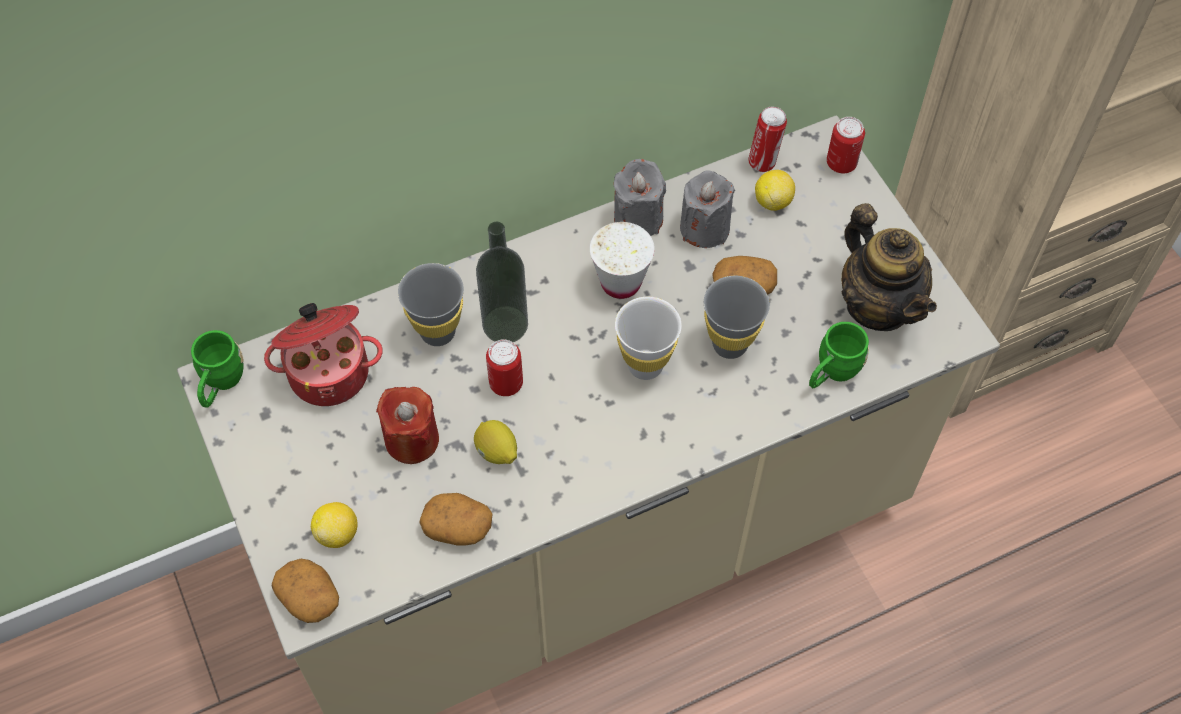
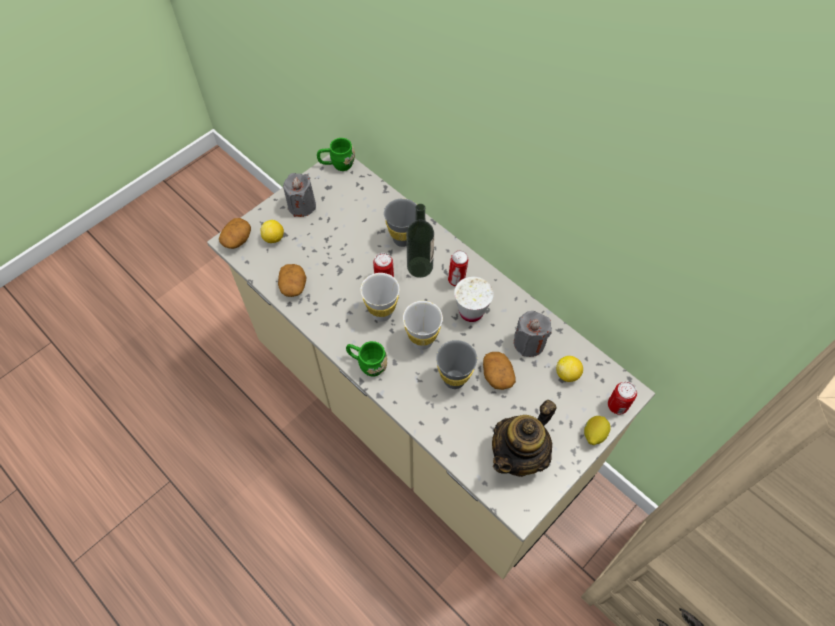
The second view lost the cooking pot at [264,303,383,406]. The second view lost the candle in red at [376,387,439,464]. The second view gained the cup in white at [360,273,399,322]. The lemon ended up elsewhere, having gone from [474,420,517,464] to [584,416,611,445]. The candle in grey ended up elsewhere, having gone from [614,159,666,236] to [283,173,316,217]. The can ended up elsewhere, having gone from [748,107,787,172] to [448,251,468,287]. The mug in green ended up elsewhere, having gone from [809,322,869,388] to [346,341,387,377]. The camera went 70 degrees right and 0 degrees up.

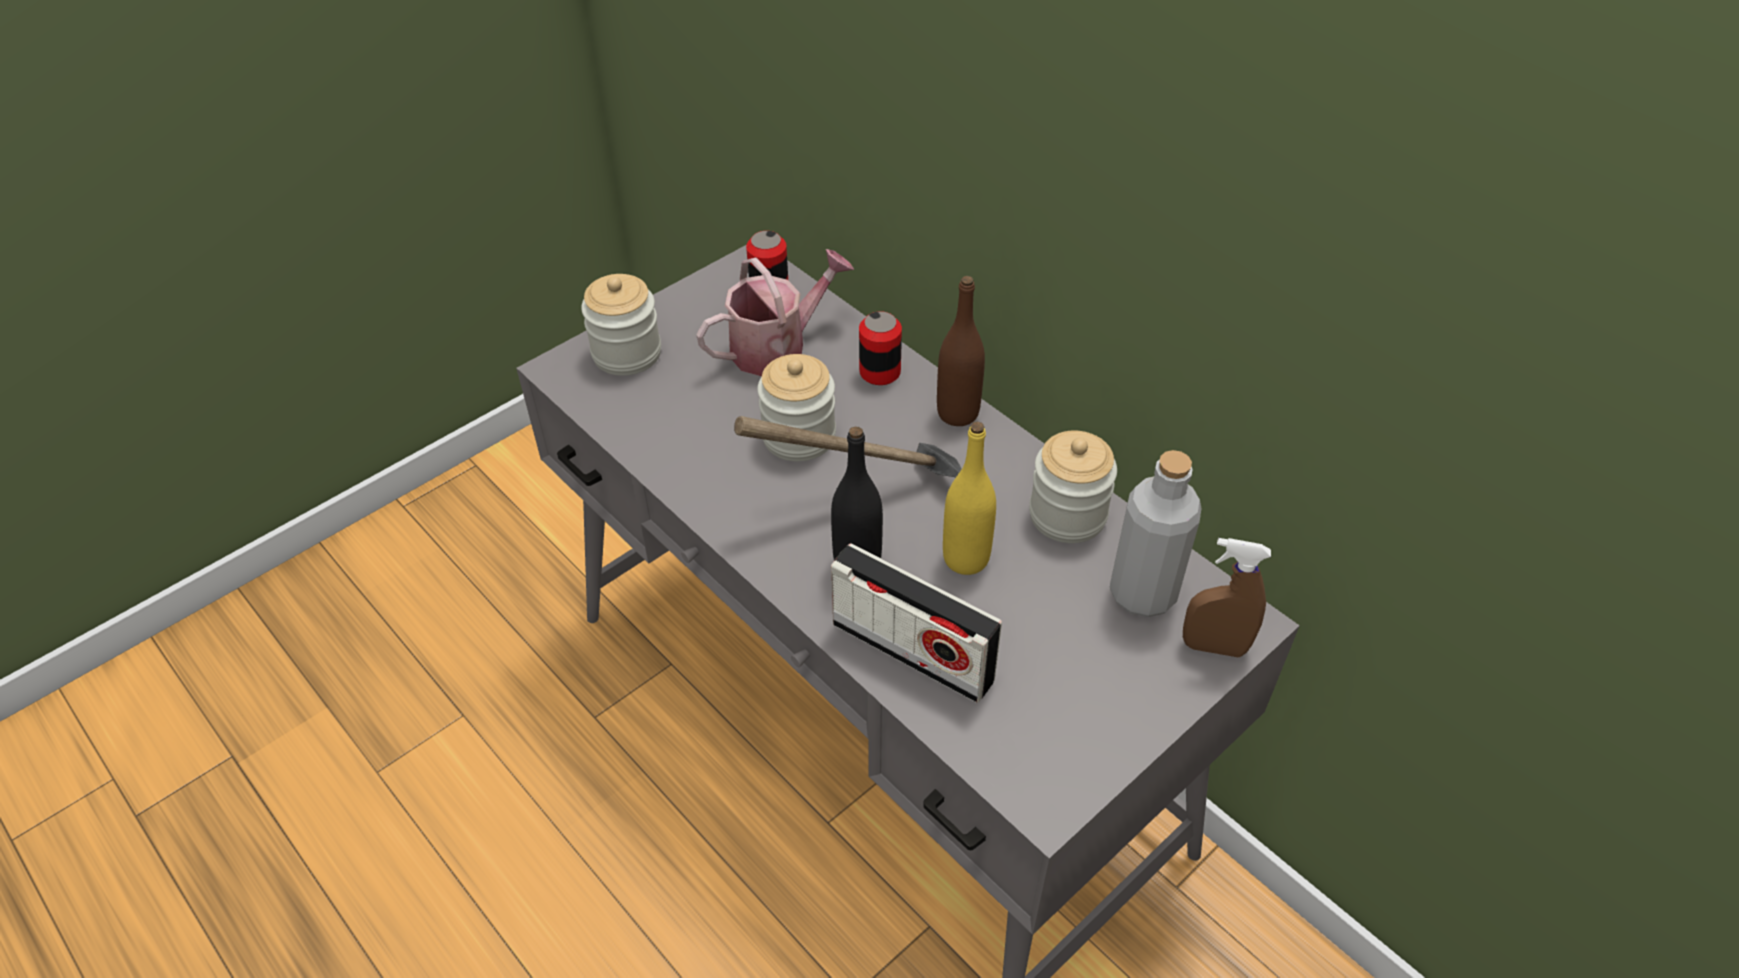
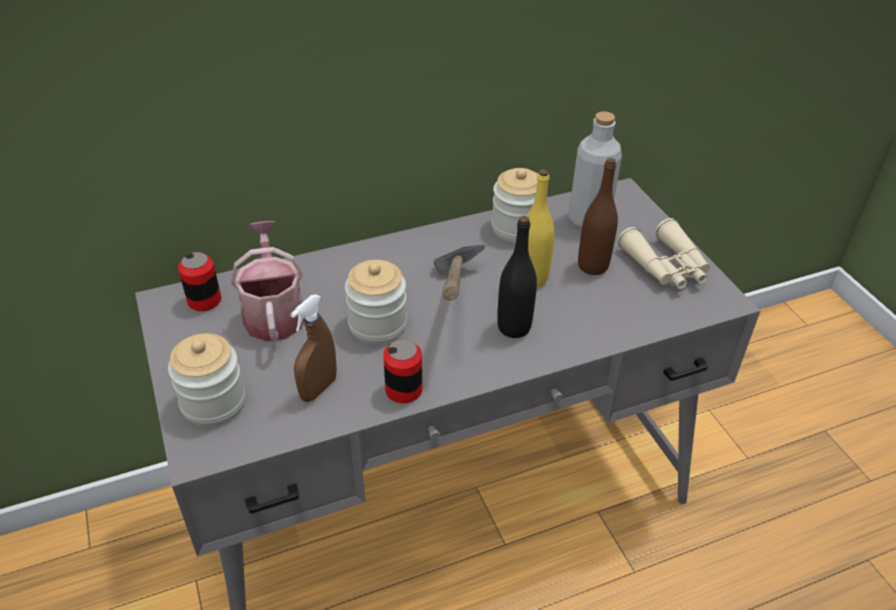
The second view lost the radio at [831,543,1002,703]. The second view gained the binoculars in beige at [618,218,710,289]. The can ended up elsewhere, having gone from [859,311,902,385] to [383,339,422,403]. The bottle in brown ended up elsewhere, having gone from [937,276,985,426] to [578,158,618,275]. The spray bottle in brown ended up elsewhere, having gone from [1183,538,1271,657] to [291,295,337,402]. The camera went 70 degrees left and 5 degrees down.

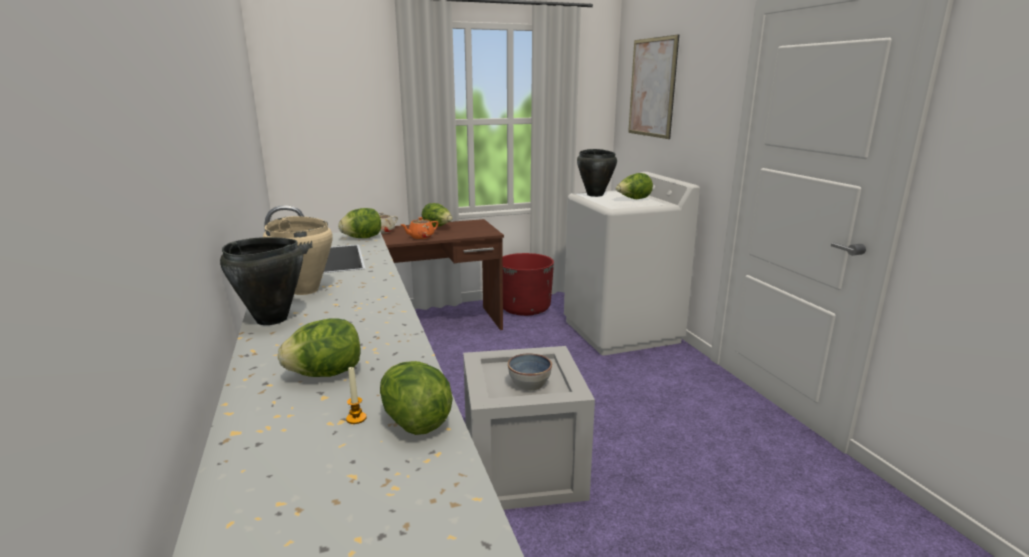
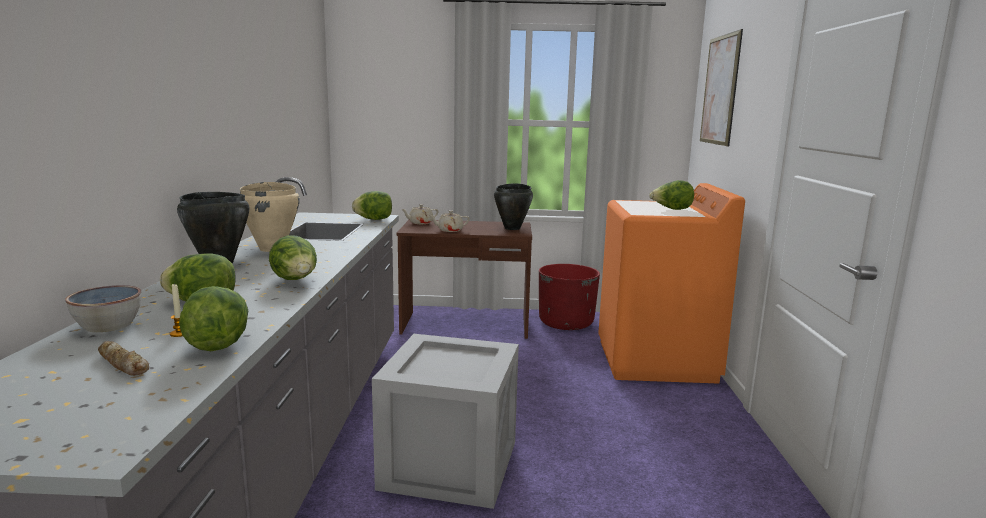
The second view gained the bread at [98,341,149,376]. The lettuce ended up elsewhere, having gone from [422,203,453,227] to [269,235,317,280]. The bowl ended up elsewhere, having gone from [508,353,552,391] to [65,285,141,332]. The cooking pot in black ended up elsewhere, having gone from [577,149,617,197] to [494,183,533,230]. What was the teapot in orange at [401,217,438,239] turned into the teapot in beige at [429,210,470,232]. What was the washing machine in white at [564,172,700,355] turned into the washing machine in orange at [598,183,745,384]. The camera went 20 degrees right and 5 degrees down.

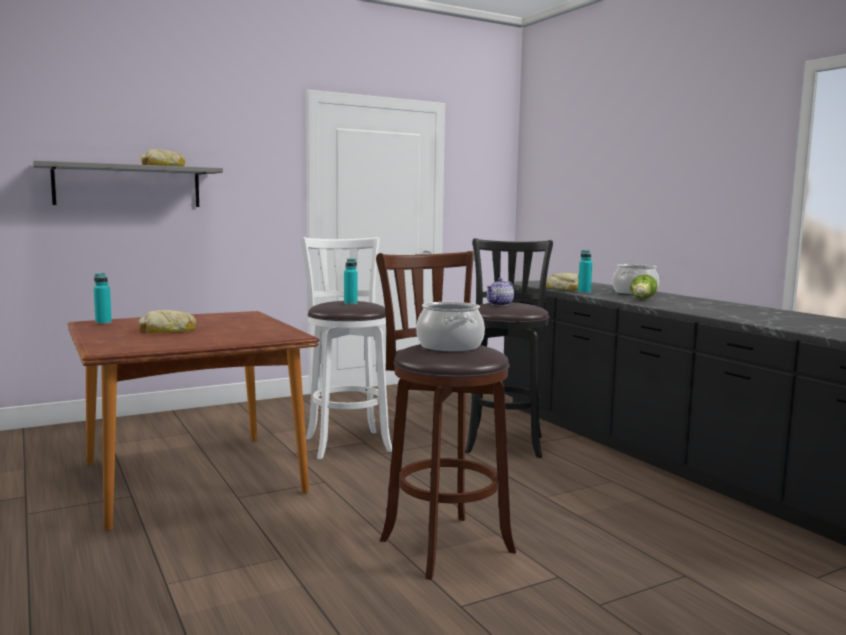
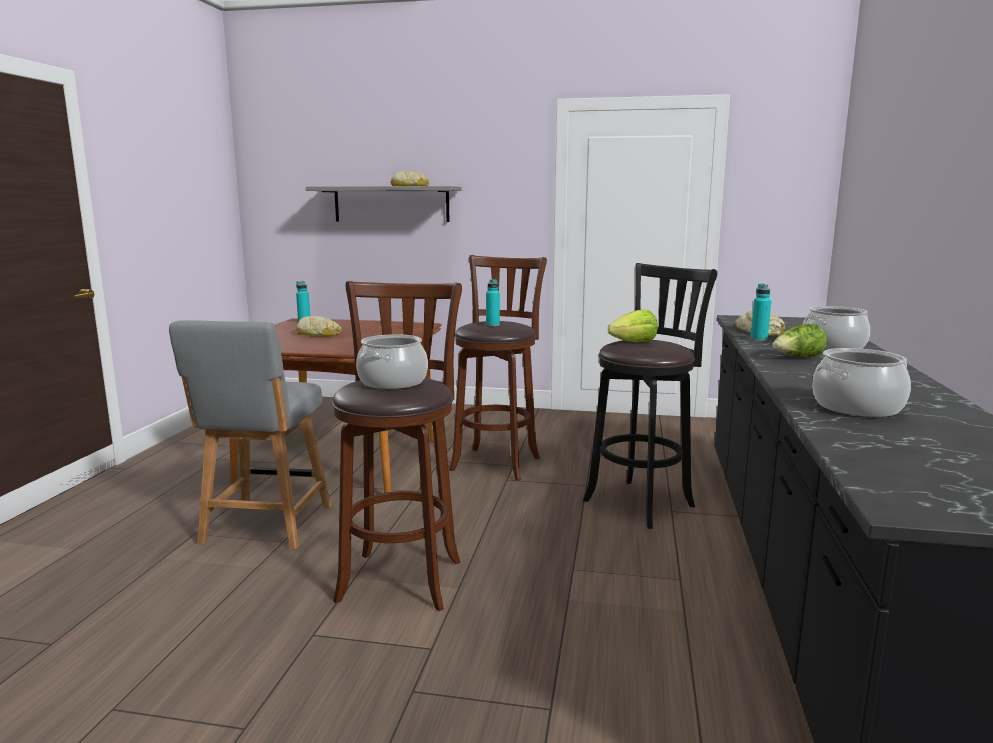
The second view gained the chair in grey at [169,320,331,549]. The second view gained the cooking pot at [812,348,911,417]. Where the teapot stood at [487,278,514,306], the lettuce came to stand at [608,310,658,342]. What was the stool in white at [300,237,392,459] turned into the stool in brown at [449,255,547,481]. The camera went 40 degrees right and 5 degrees up.

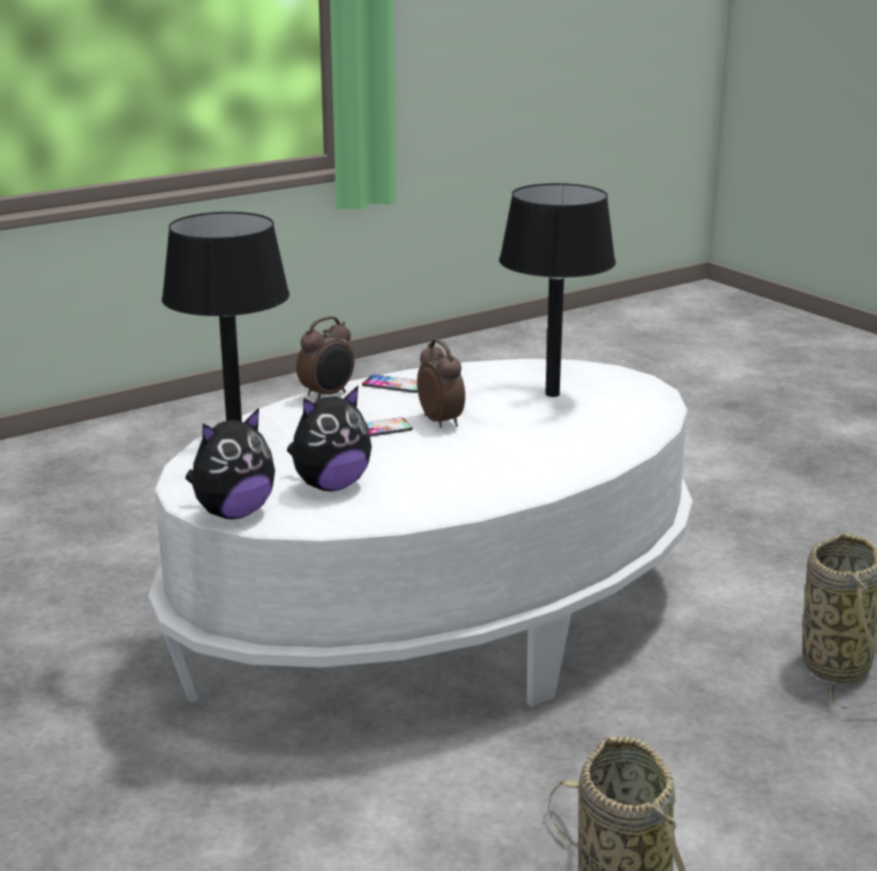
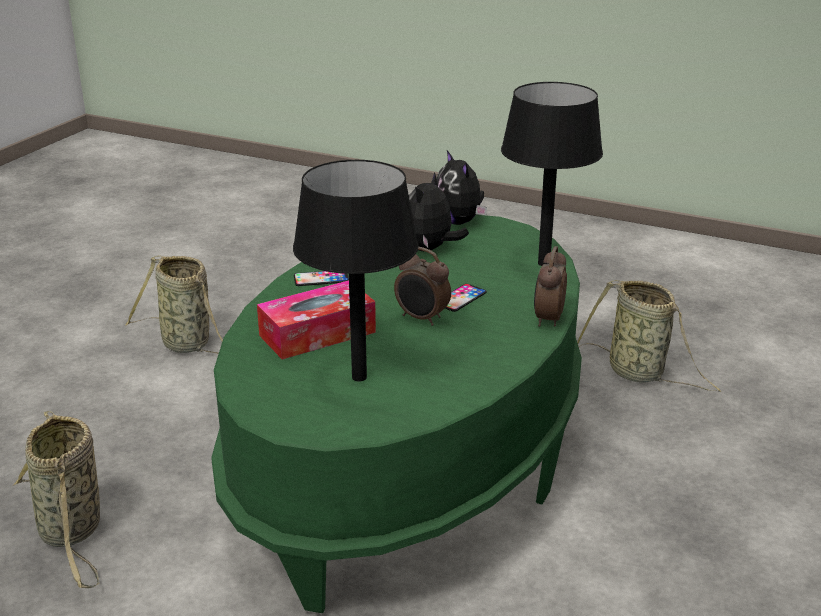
The second view gained the tissue box at [257,280,376,359]. The second view gained the basket at [577,280,721,392]. The phone ended up elsewhere, having gone from [362,375,418,393] to [294,271,349,286]. What was the coffee table in white at [148,359,693,707] turned into the coffee table in green at [211,215,582,613]. The plush toy at [185,408,275,519] ended up facing another way, 45 degrees counterclockwise from before. The camera went 150 degrees right and 5 degrees up.

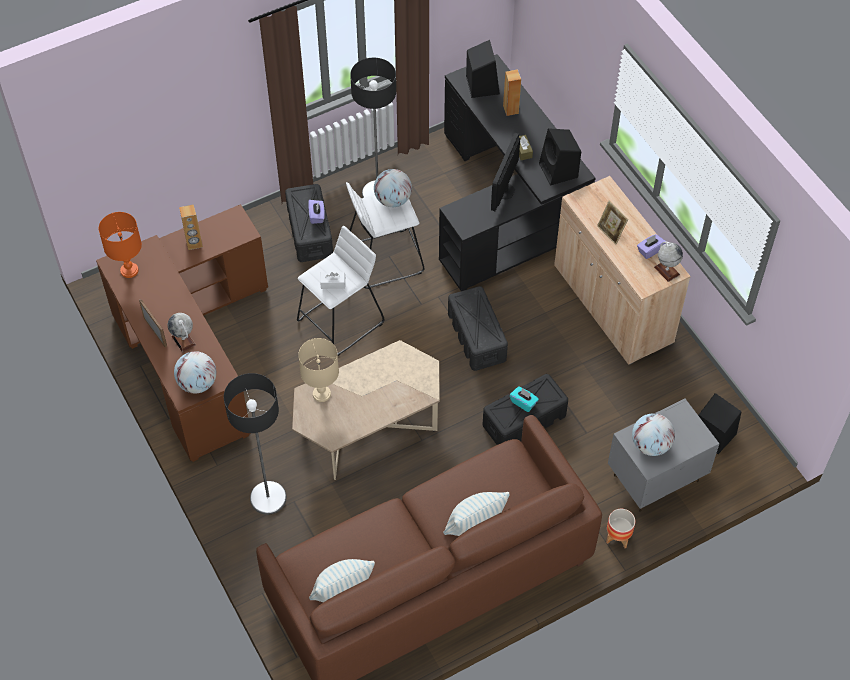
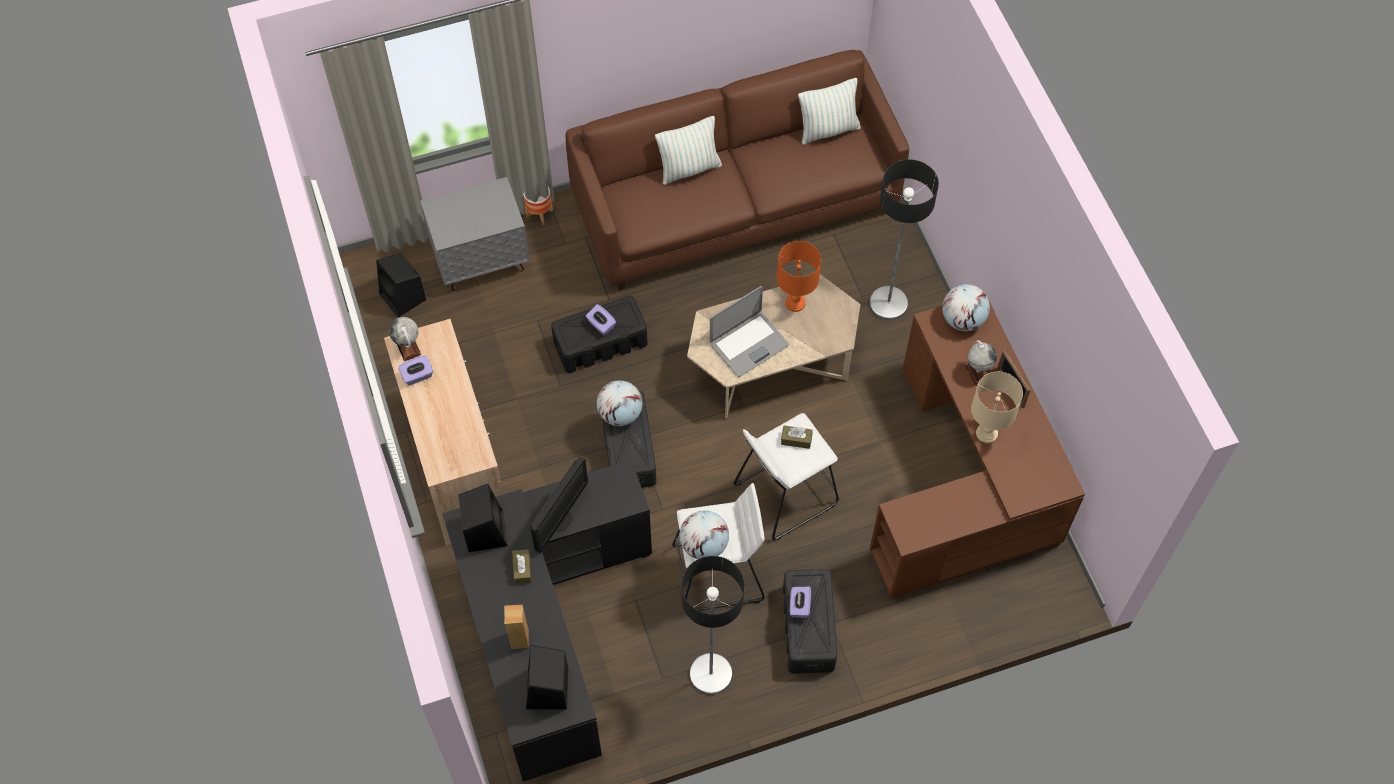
The second view lost the speaker in brown at [179,204,203,250]. The second view lost the picture frame at [597,201,628,244]. The second view gained the laptop at [710,286,789,377]. The table lamp in orange ended up elsewhere, having gone from [99,212,142,278] to [777,241,821,312]. The table lamp in beige ended up elsewhere, having gone from [298,338,339,402] to [971,372,1023,443]. The globe ended up elsewhere, having gone from [632,413,675,456] to [597,380,642,426]. What was the tissue box in white at [320,272,345,289] turned into the tissue box in brown at [781,426,813,449]. What was the tissue box in turquoise at [510,386,539,412] turned into the tissue box in purple at [586,304,616,335]. The camera went 170 degrees left and 5 degrees up.

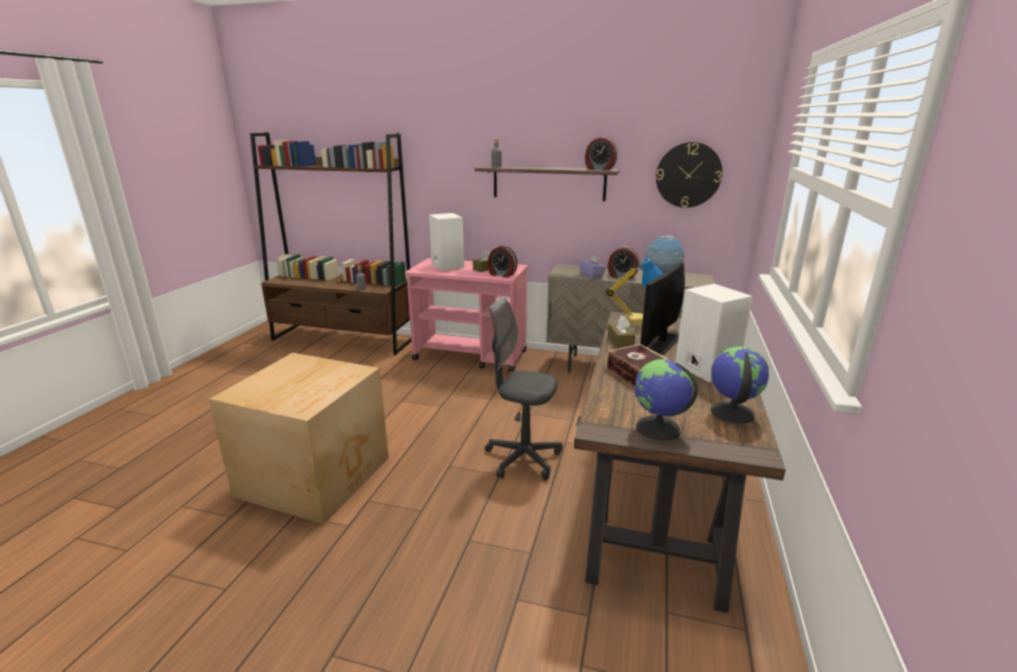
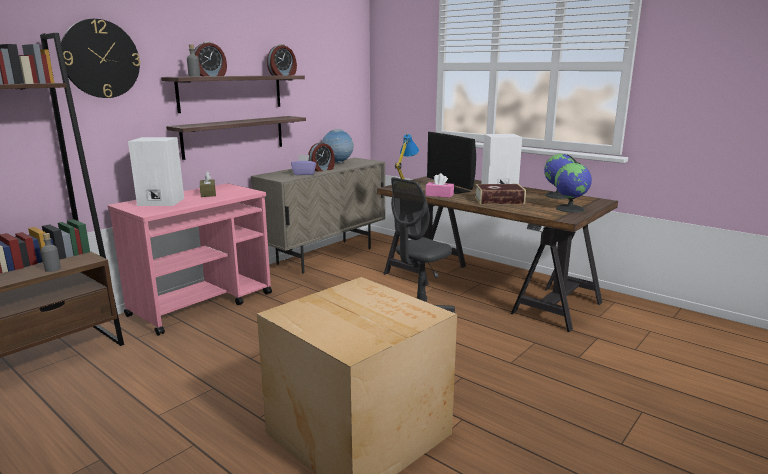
The second view gained the shelf at [166,116,306,160]. The alarm clock ended up elsewhere, having gone from [488,245,517,278] to [194,41,227,76]. The wall clock ended up elsewhere, having gone from [656,142,722,208] to [61,19,140,98]. What was the tissue box in brown at [608,316,635,349] turned into the tissue box in pink at [425,173,454,198]. The camera went 65 degrees left and 5 degrees down.

